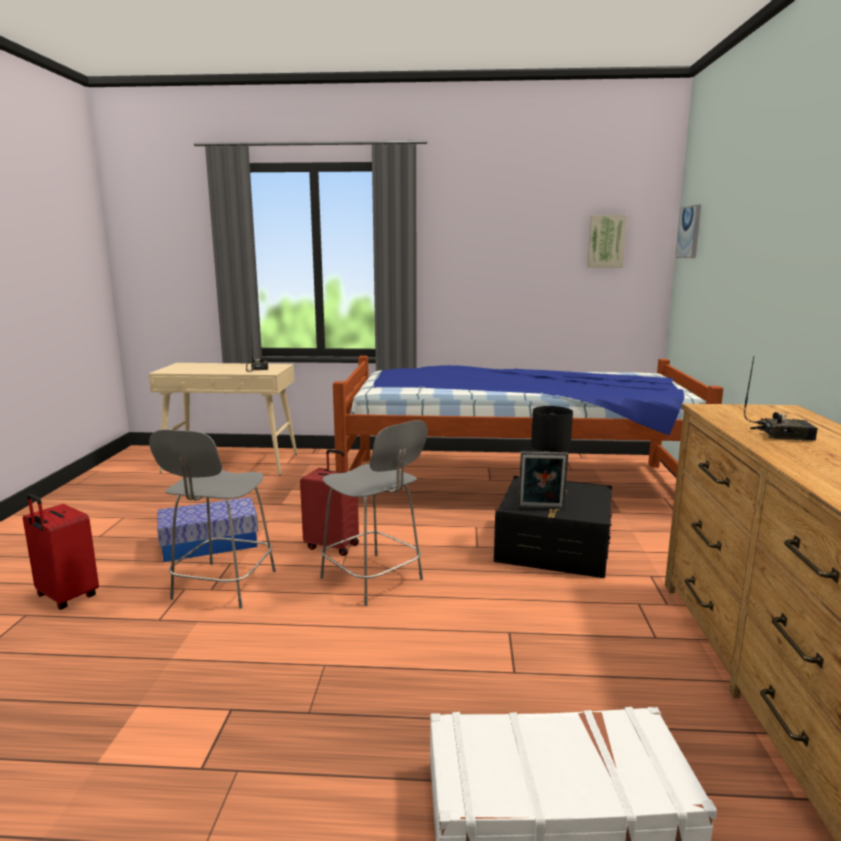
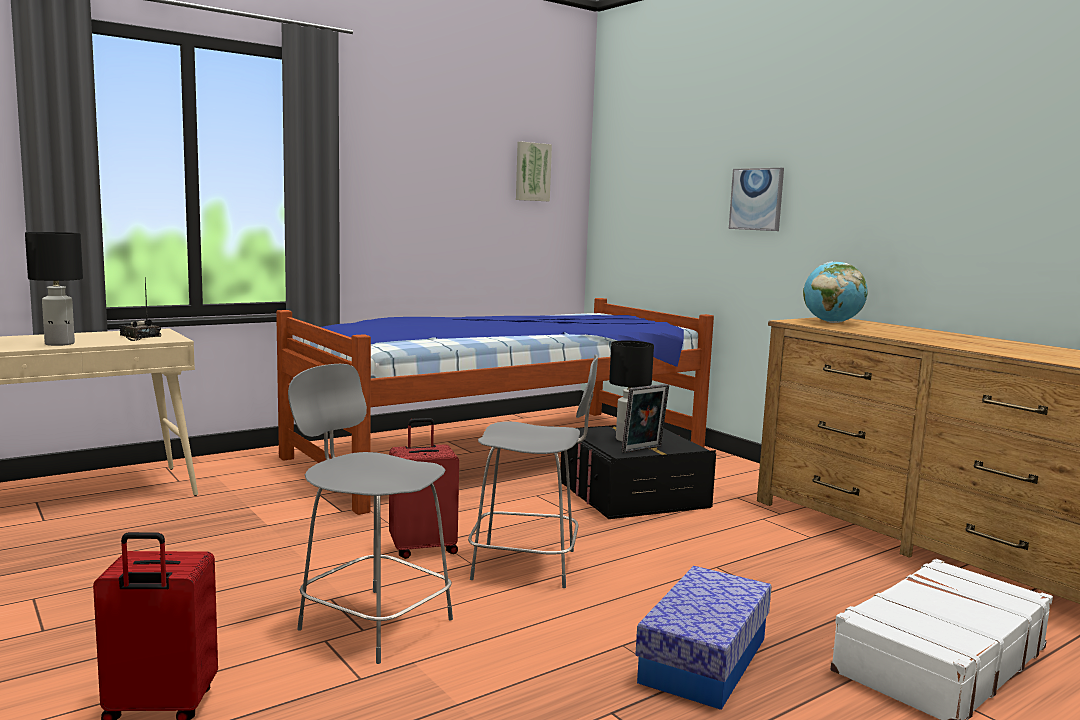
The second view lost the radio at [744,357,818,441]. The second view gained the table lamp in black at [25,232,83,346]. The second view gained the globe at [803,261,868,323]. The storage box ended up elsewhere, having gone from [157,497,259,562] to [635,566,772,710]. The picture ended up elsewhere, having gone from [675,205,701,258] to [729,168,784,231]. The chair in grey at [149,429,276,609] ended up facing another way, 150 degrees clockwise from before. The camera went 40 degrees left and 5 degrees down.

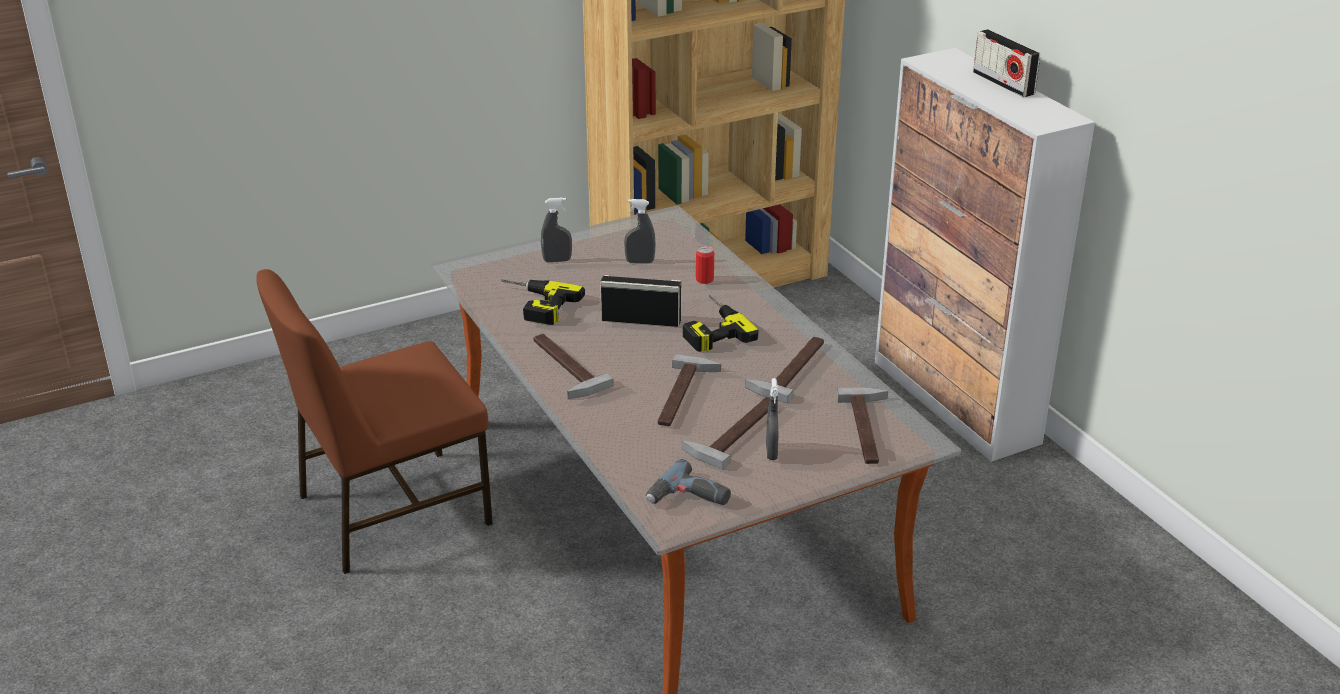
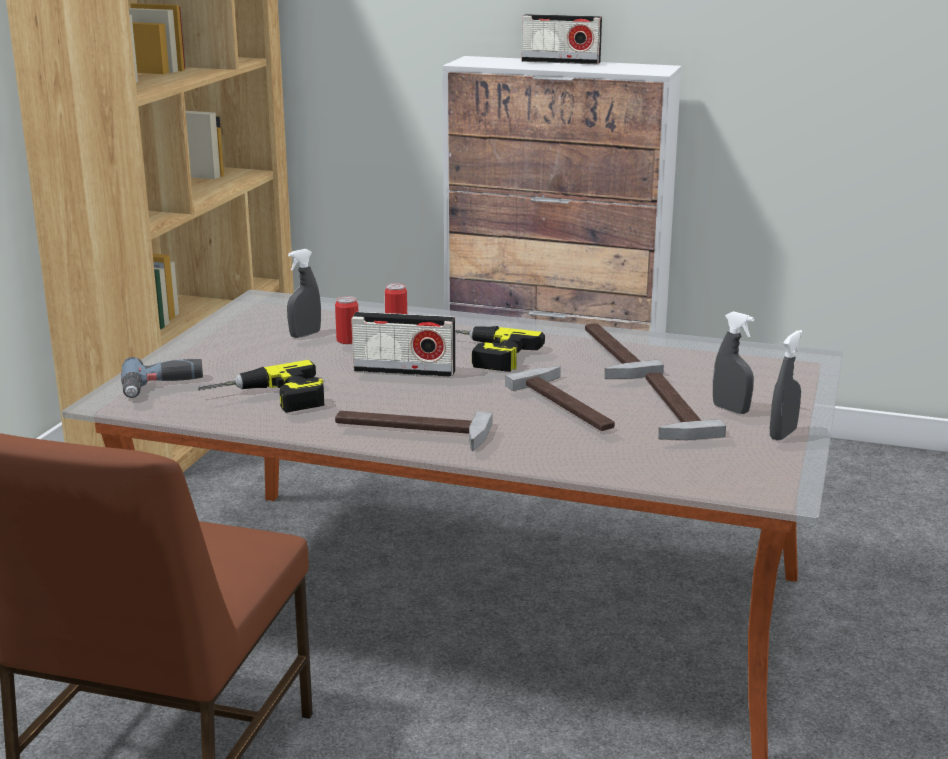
The second view lost the hammer at [836,387,888,464]. The second view gained the can at [335,296,358,344]. The spray bottle in grey ended up elsewhere, having gone from [541,197,572,262] to [770,330,803,440]. The power drill ended up elsewhere, having gone from [646,459,731,505] to [121,357,203,398]. The radio at [600,275,681,327] ended up facing another way, 135 degrees counterclockwise from before. The camera went 45 degrees left and 10 degrees down.

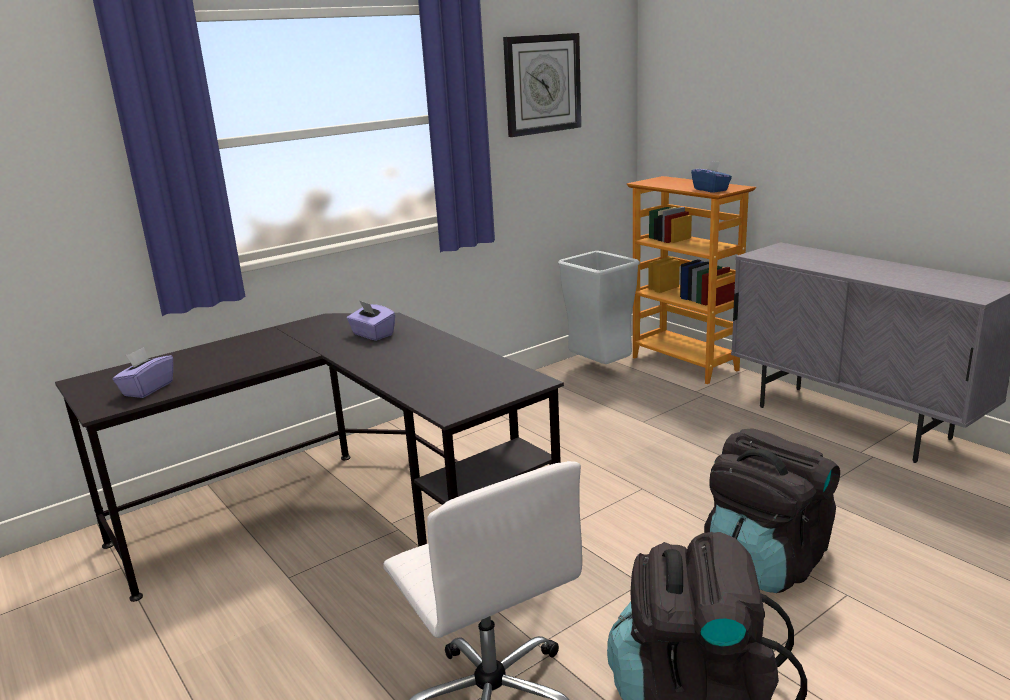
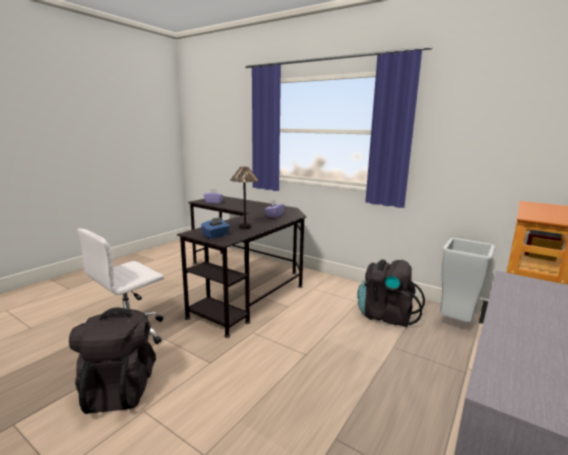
The second view lost the wall clock at [503,33,581,137]. The second view gained the table lamp at [230,167,259,229]. The tissue box in blue ended up elsewhere, having gone from [691,160,732,193] to [201,217,230,239]. The backpack in black ended up elsewhere, having gone from [704,428,840,593] to [357,259,425,327]. The camera went 70 degrees right and 5 degrees down.

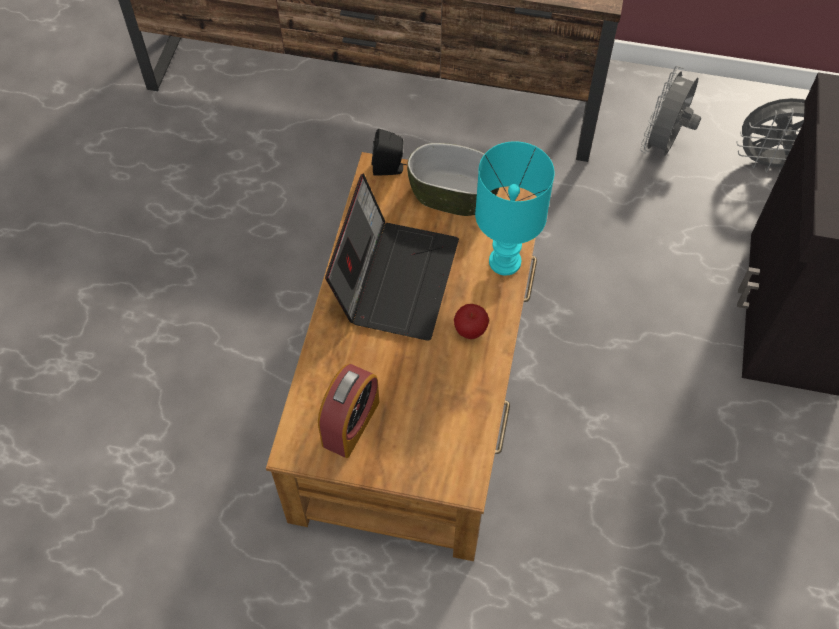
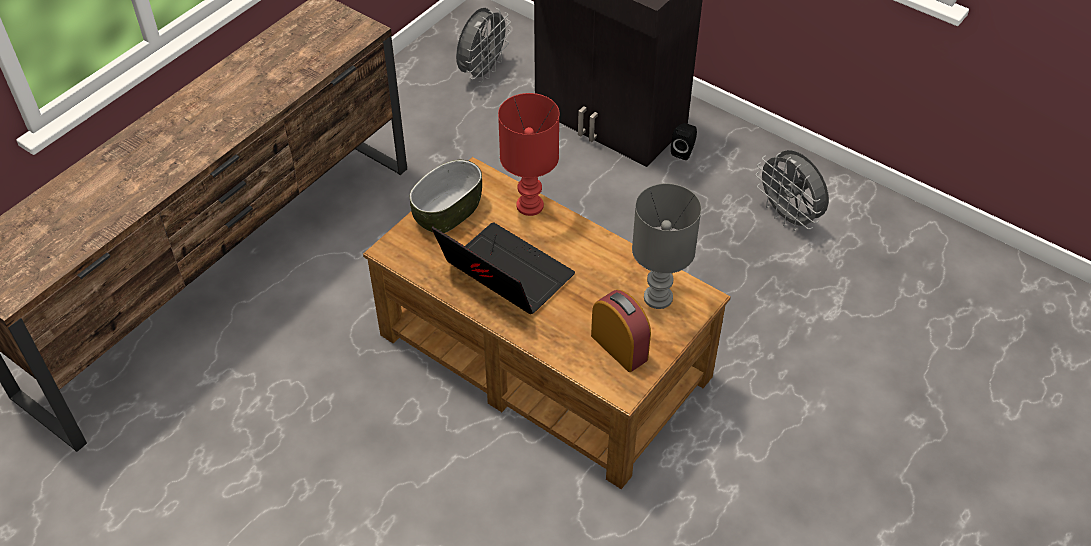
The second view lost the apple at [454,304,489,339]. The second view gained the table lamp in grey at [632,183,701,309]. The speaker in black ended up elsewhere, having gone from [372,129,407,176] to [671,123,697,160]. The fan in grey ended up elsewhere, having gone from [641,66,701,156] to [756,150,829,231]. What was the table lamp in turquoise at [475,141,555,275] turned into the table lamp in red at [498,93,559,216]. The camera went 65 degrees left and 10 degrees down.

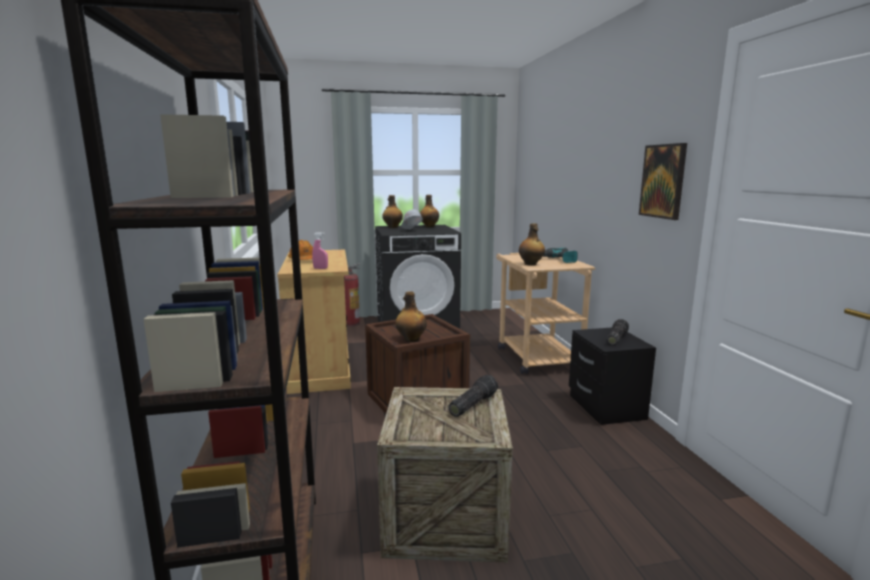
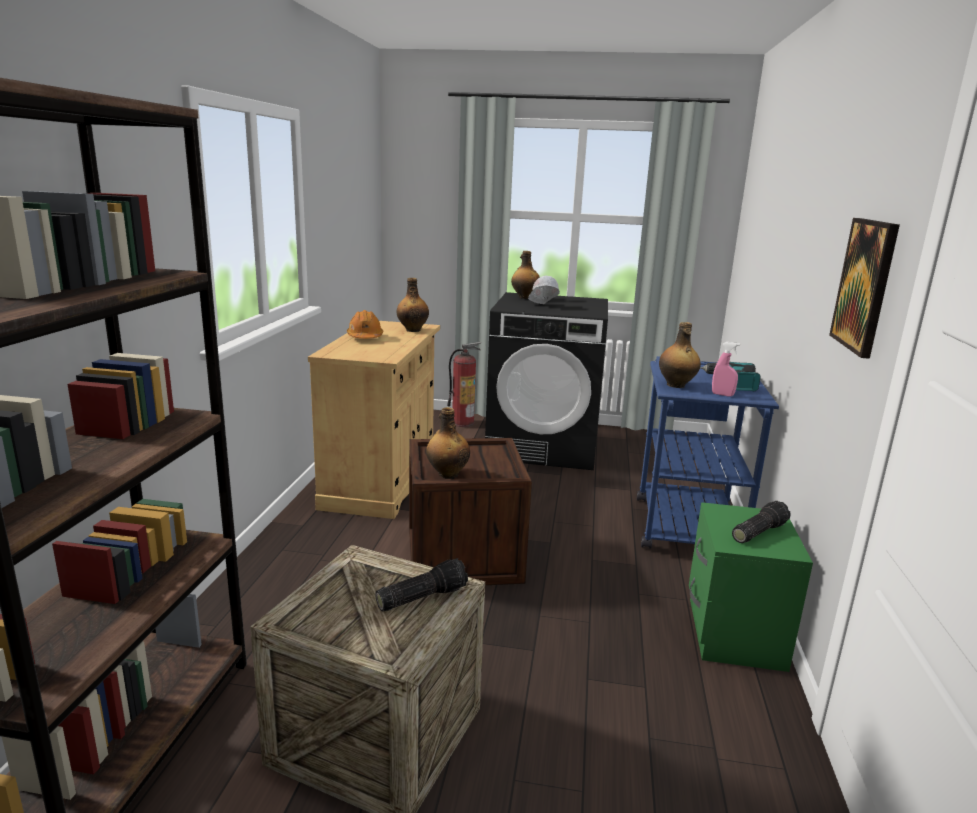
The spray bottle in pink ended up elsewhere, having gone from [312,232,328,269] to [712,342,740,396]. The bottle ended up elsewhere, having gone from [420,195,439,228] to [396,278,429,332]. What was the cart in beige at [496,253,595,374] turned into the cart in blue at [637,356,779,549]. What was the nightstand in black at [569,328,656,425] turned into the nightstand in green at [689,502,813,672]. The camera went 20 degrees right and 5 degrees up.

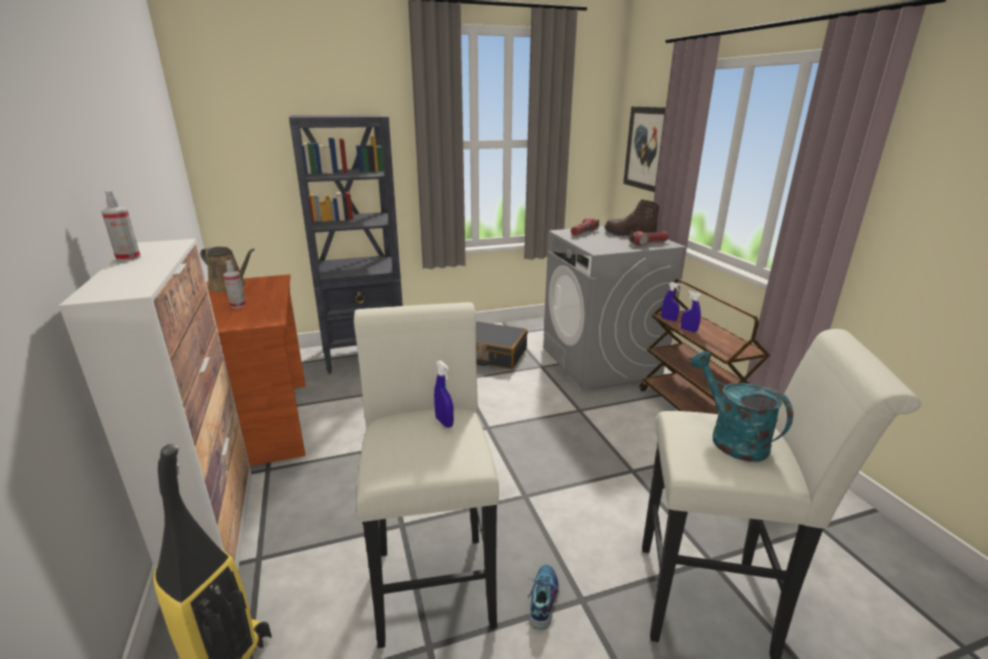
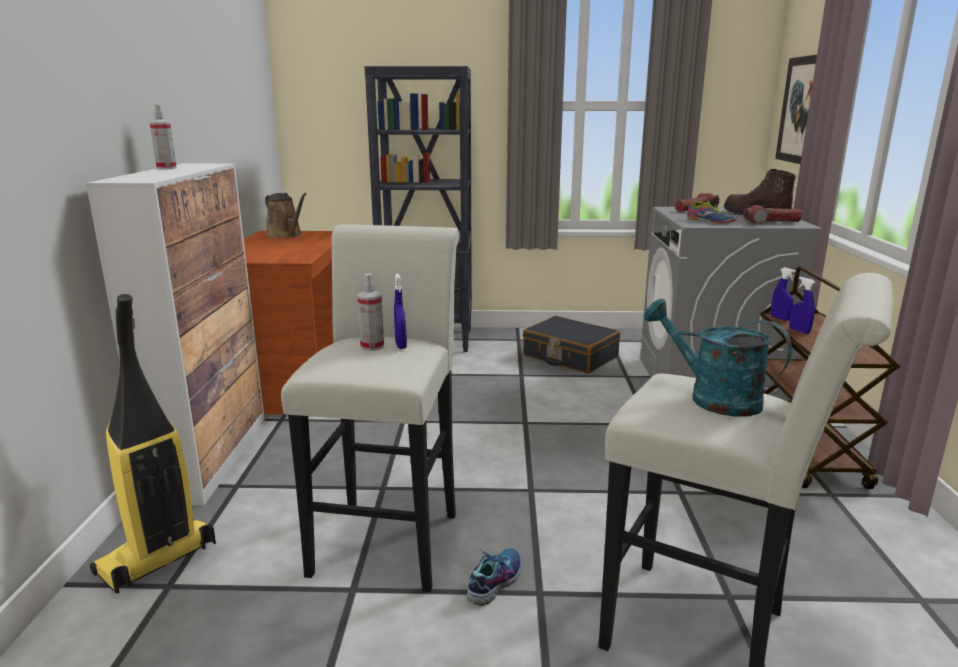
The second view gained the shoe at [687,201,736,224]. The spray bottle ended up elsewhere, having gone from [223,260,246,308] to [357,273,384,351]. The watering can in turquoise at [690,351,793,462] ended up facing another way, 45 degrees counterclockwise from before. The camera went 20 degrees right and 5 degrees down.

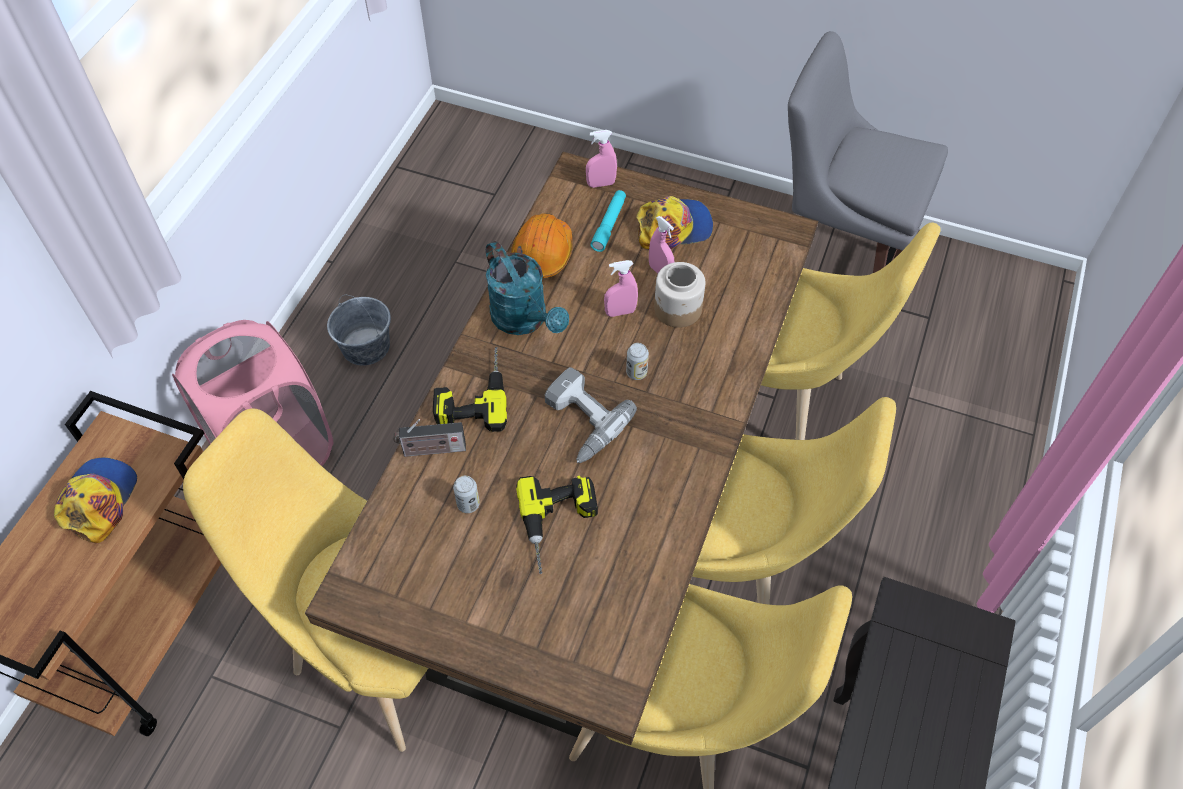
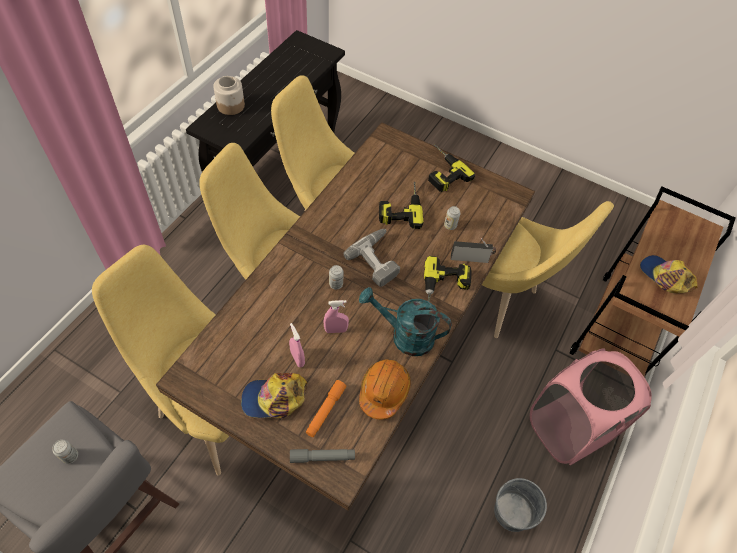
The second view gained the can at [52,440,78,464]. The second view gained the power drill at [428,145,475,192]. The jar ended up elsewhere, having gone from [654,262,705,328] to [213,76,245,115]. Where the spray bottle in pink stood at [586,130,617,188], the flashlight in grey came to stand at [290,449,355,463]. What was the flashlight in turquoise at [590,190,626,252] turned into the flashlight in orange at [306,380,346,437]. The cap at [54,458,137,543] ended up facing another way, 120 degrees clockwise from before. The watering can in turquoise at [486,241,569,335] ended up facing another way, 45 degrees counterclockwise from before. The camera went 175 degrees left and 0 degrees up.

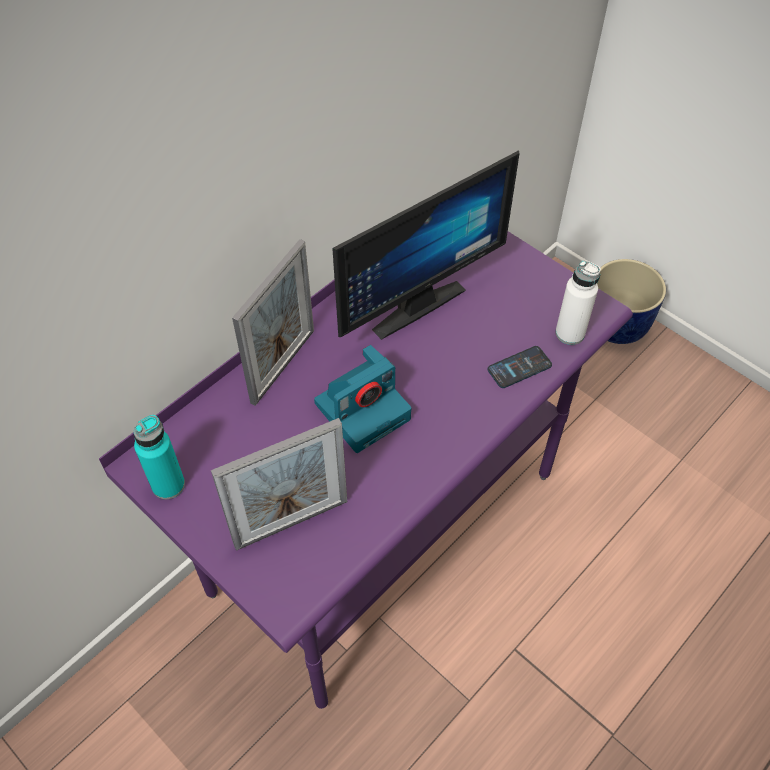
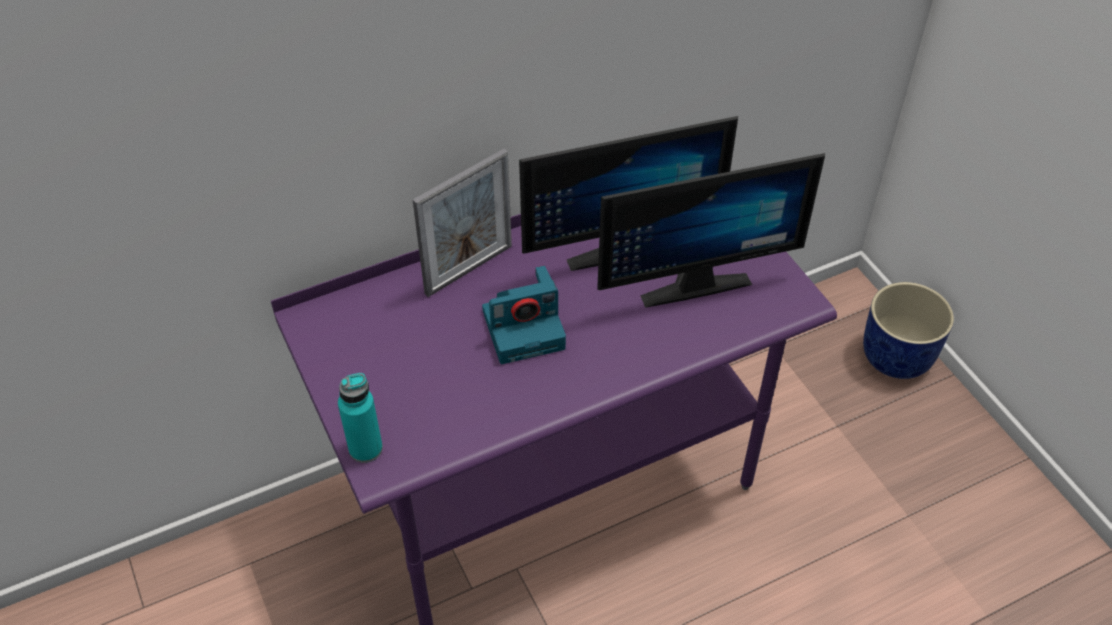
The second view lost the picture frame at [211,418,347,551]. The second view lost the phone at [488,346,552,388]. The second view lost the bottle in white at [555,261,601,345]. The second view gained the monitor at [597,153,825,308]. The bottle in turquoise ended up elsewhere, having gone from [134,415,185,500] to [338,373,383,463]. The camera went 20 degrees right and 5 degrees down.

